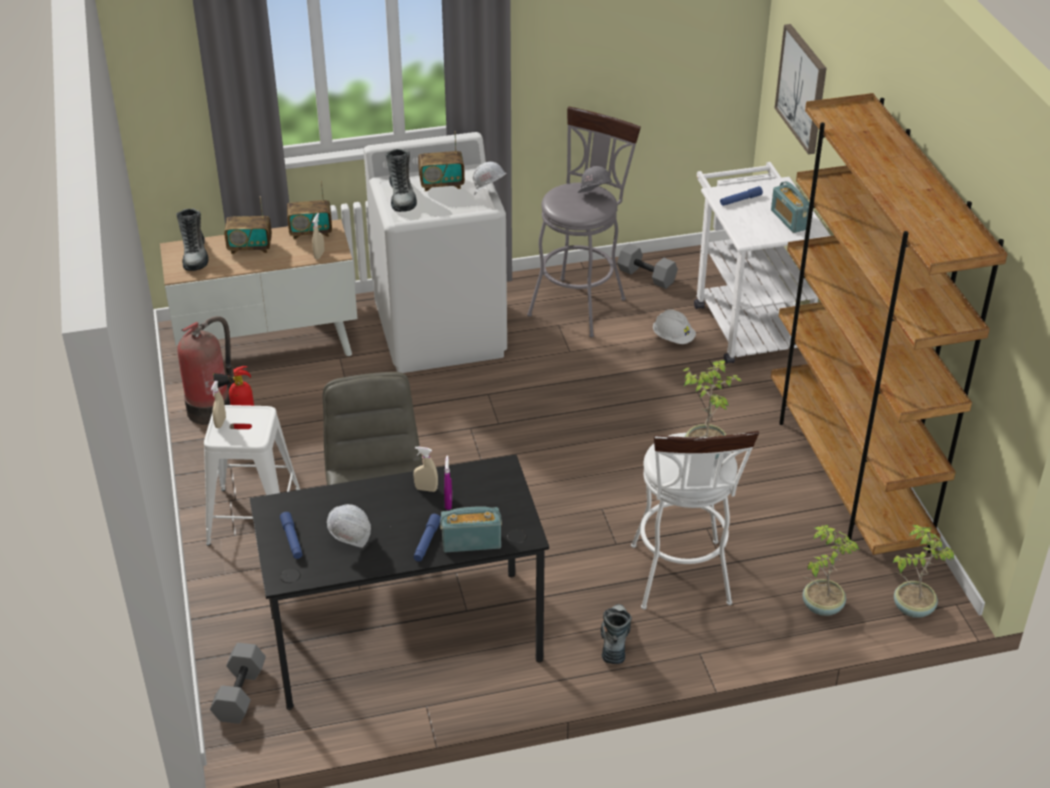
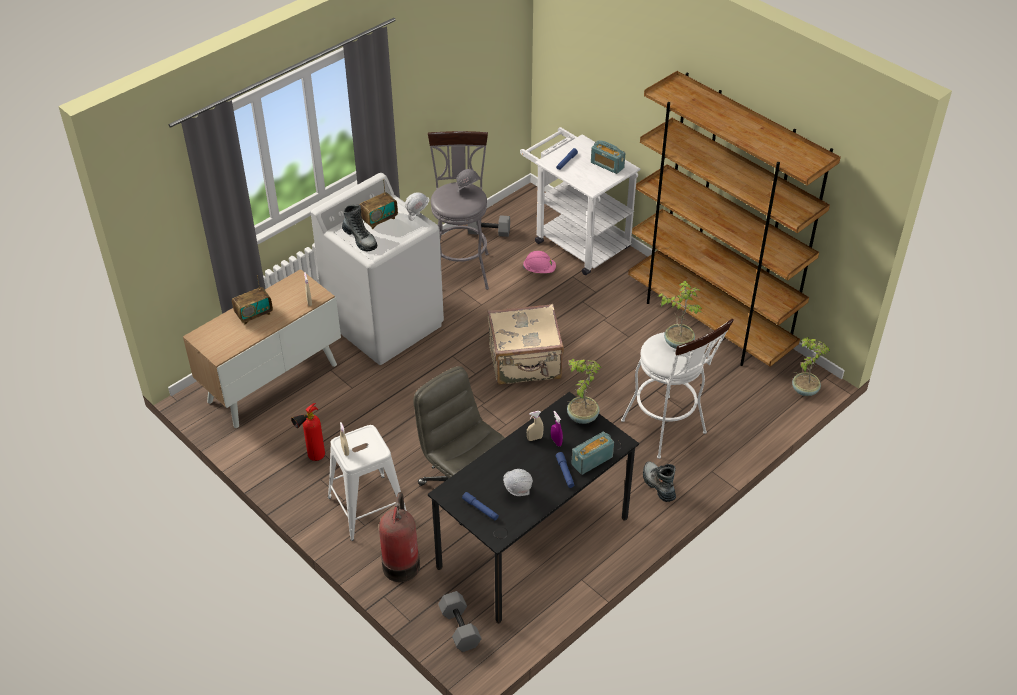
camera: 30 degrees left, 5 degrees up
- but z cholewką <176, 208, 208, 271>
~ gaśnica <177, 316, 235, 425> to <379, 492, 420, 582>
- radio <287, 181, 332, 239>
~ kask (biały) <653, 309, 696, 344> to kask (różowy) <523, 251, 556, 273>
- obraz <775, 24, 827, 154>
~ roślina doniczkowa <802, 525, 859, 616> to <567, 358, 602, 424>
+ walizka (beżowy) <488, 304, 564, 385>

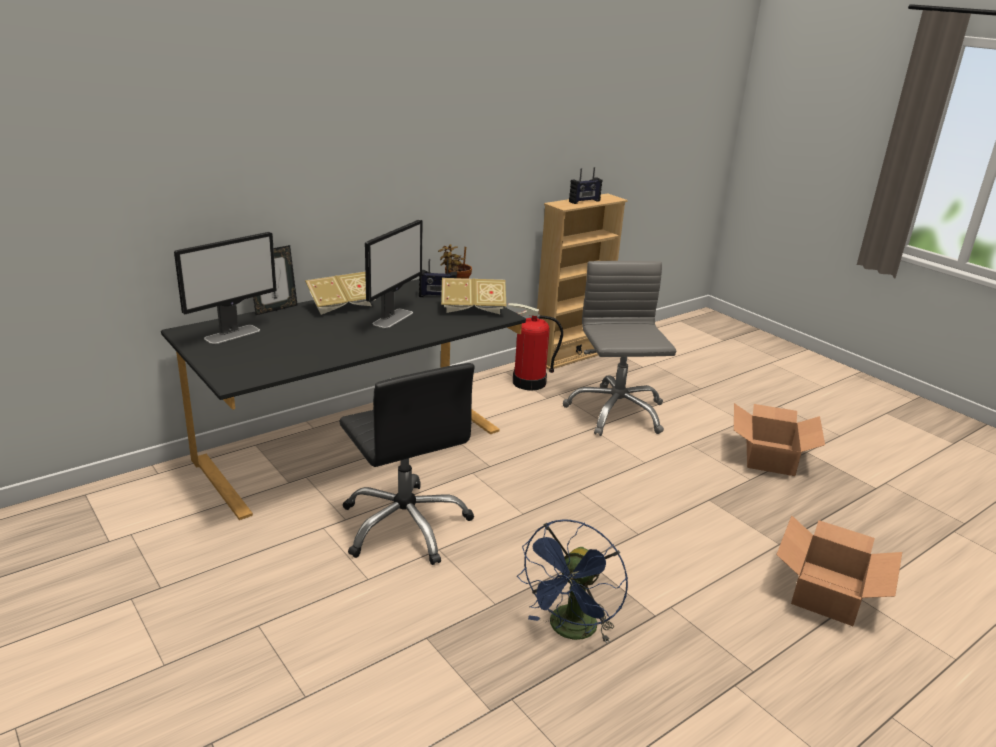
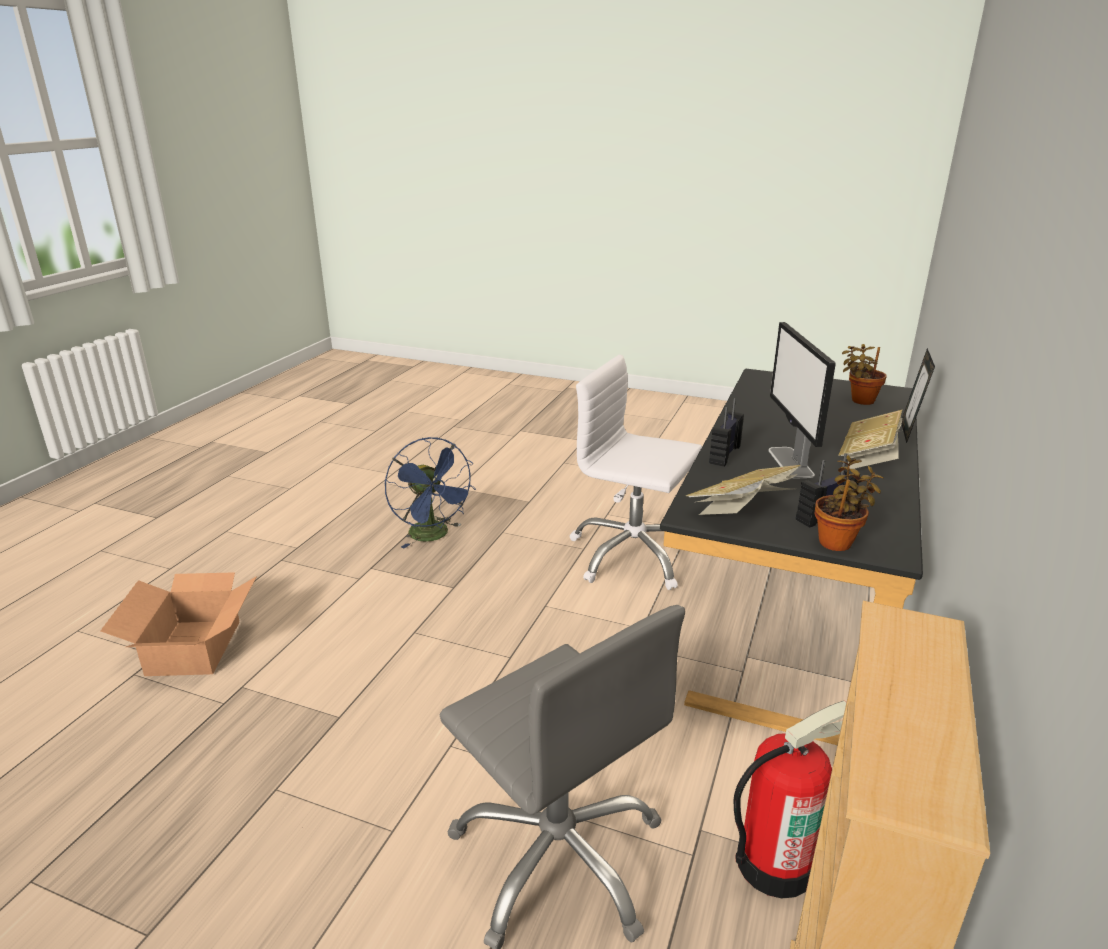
camera: 150 degrees right, 0 degrees up
~ monitor <174, 232, 277, 344> to roślina doniczkowa <842, 344, 887, 405>
~ krzesło biurowe (czarny) <339, 363, 475, 565> to krzesło biurowe (biały) <570, 354, 702, 590>
~ wentylator (niebieski) <517, 519, 628, 644> = <385, 437, 476, 548> 150 degrees clockwise
~ radio <569, 167, 602, 204> to <709, 398, 744, 467>
- karton <734, 403, 825, 476>

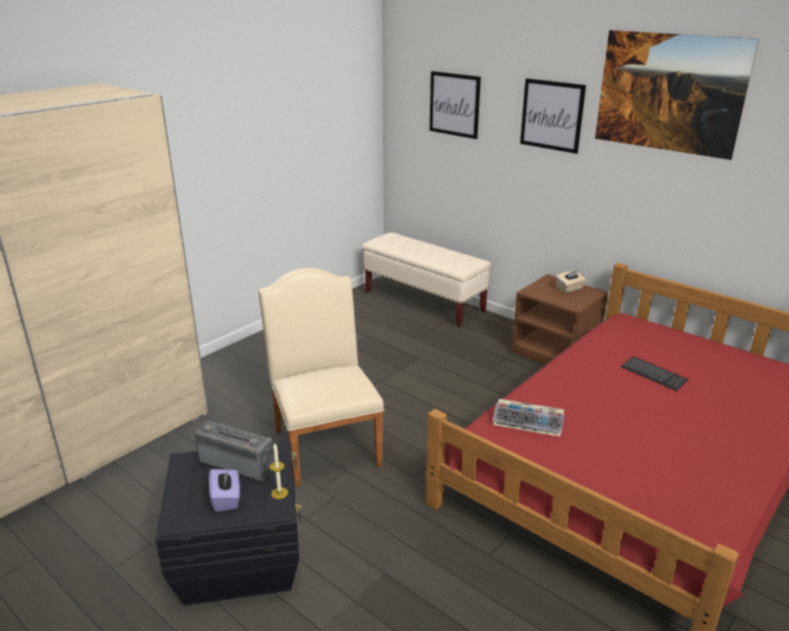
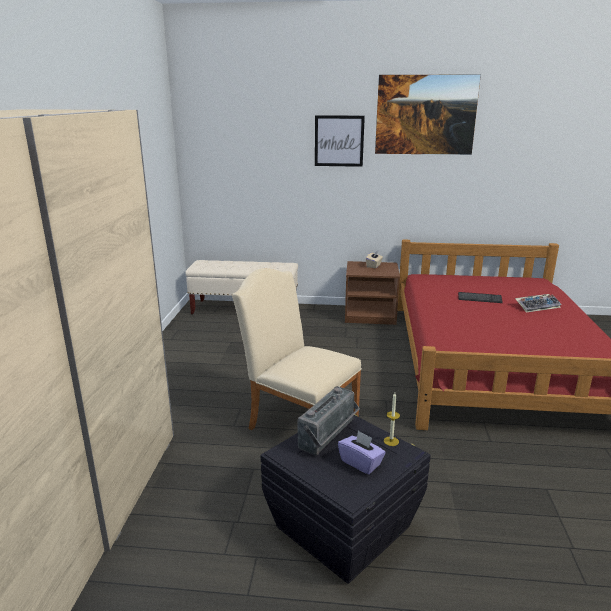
camera: 35 degrees left, 5 degrees down
~ radio <195, 421, 279, 482> = <298, 386, 360, 455> 135 degrees clockwise
- obraz <430, 71, 481, 139>
~ klawiatura <492, 399, 564, 436> to <515, 294, 562, 313>

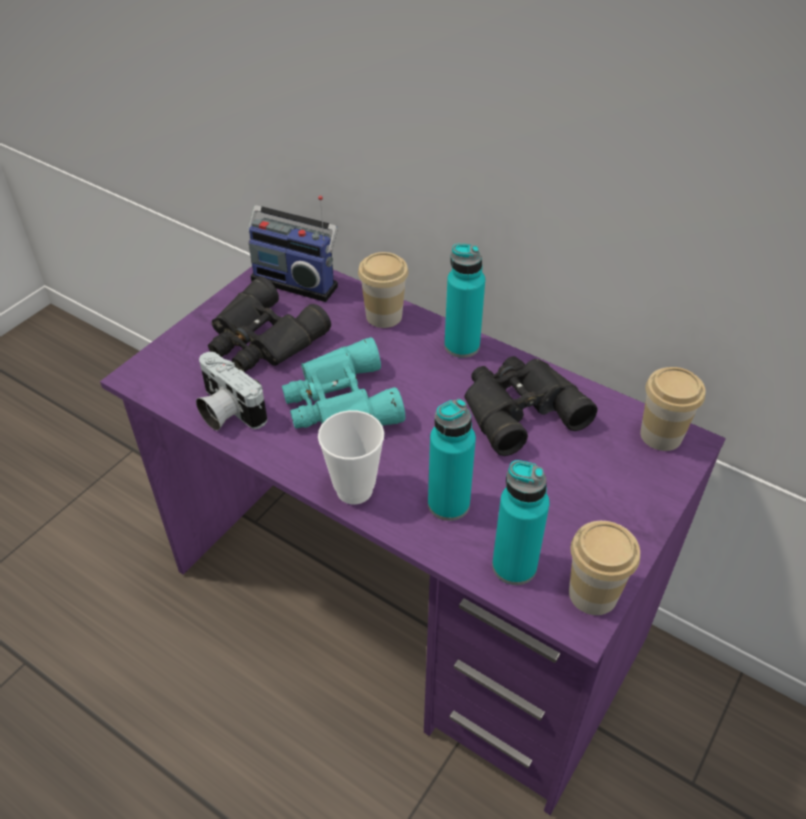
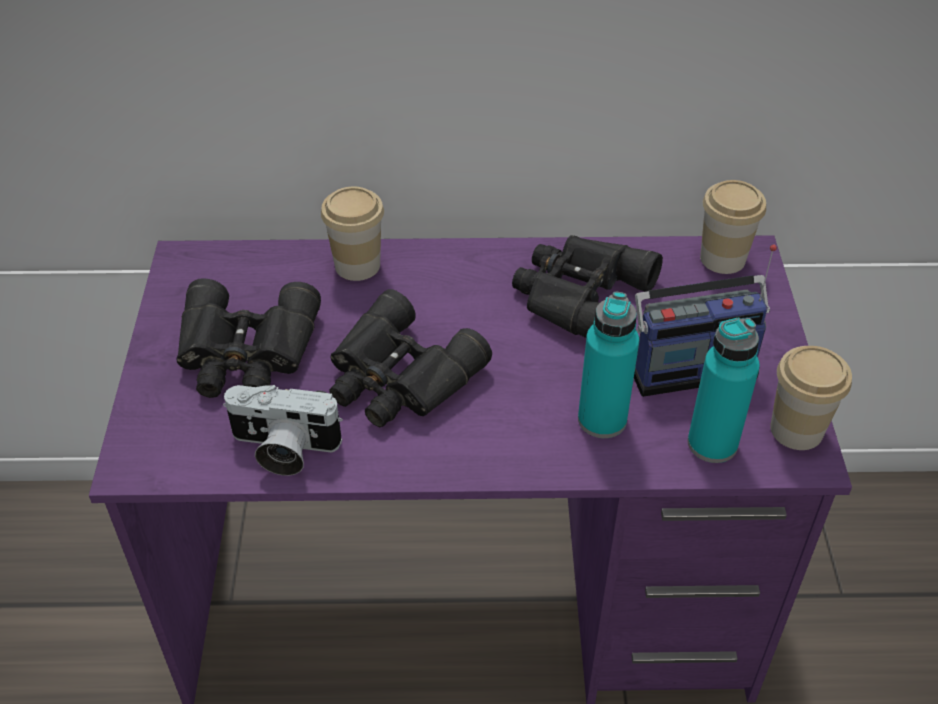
camera: 35 degrees left, 0 degrees up
~ radio <247, 195, 338, 302> to <634, 244, 777, 397>
~ lornetka (turkusowy) <282, 337, 405, 429> to lornetka (czarny) <330, 289, 492, 427>
- filiżanka <318, 410, 384, 505>
- butelka (turkusowy) <444, 244, 485, 358>

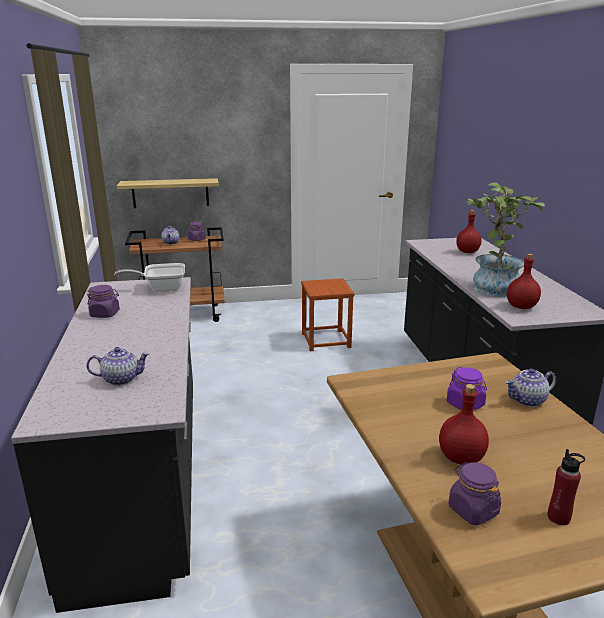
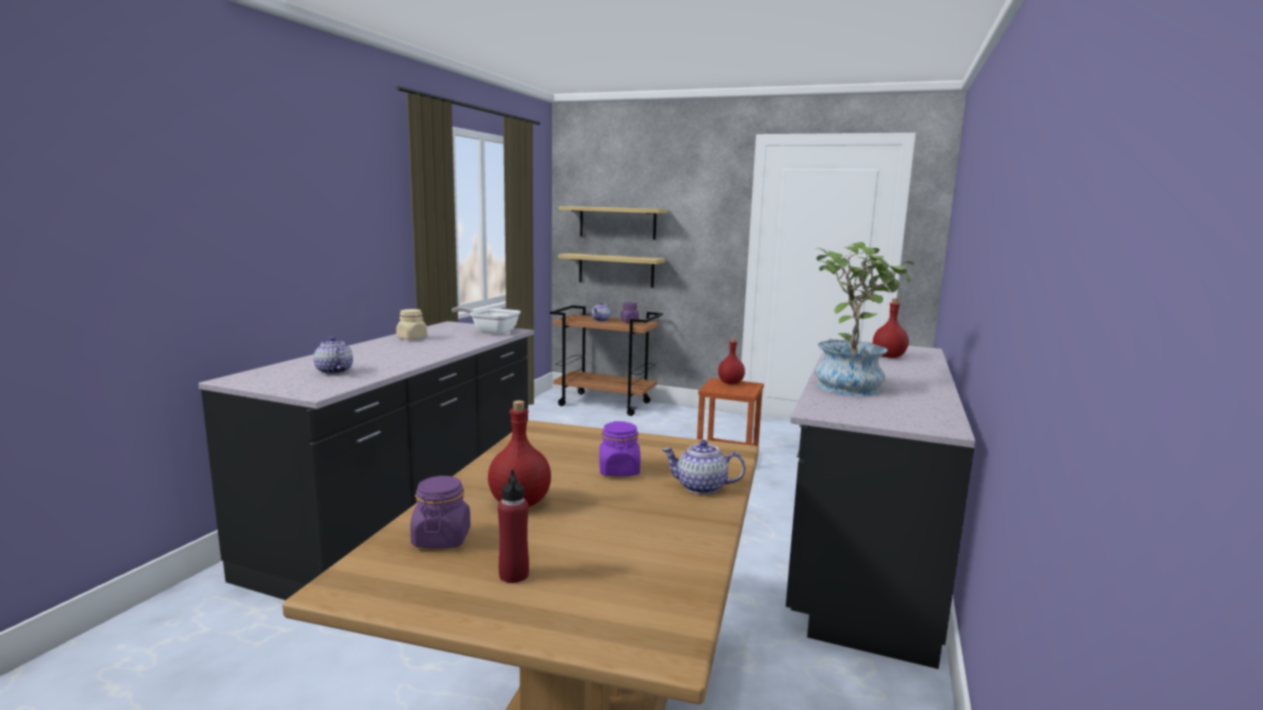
camera: 30 degrees right, 10 degrees down
~ słoik (fioletowy) <87, 285, 120, 318> to słoik (beżowy) <396, 309, 427, 340>
~ imbryk <87, 347, 150, 386> = <314, 337, 353, 374> 150 degrees counterclockwise
~ butelka (czerwony) <507, 254, 541, 309> to <718, 338, 745, 384>
+ półka <559, 206, 668, 240>

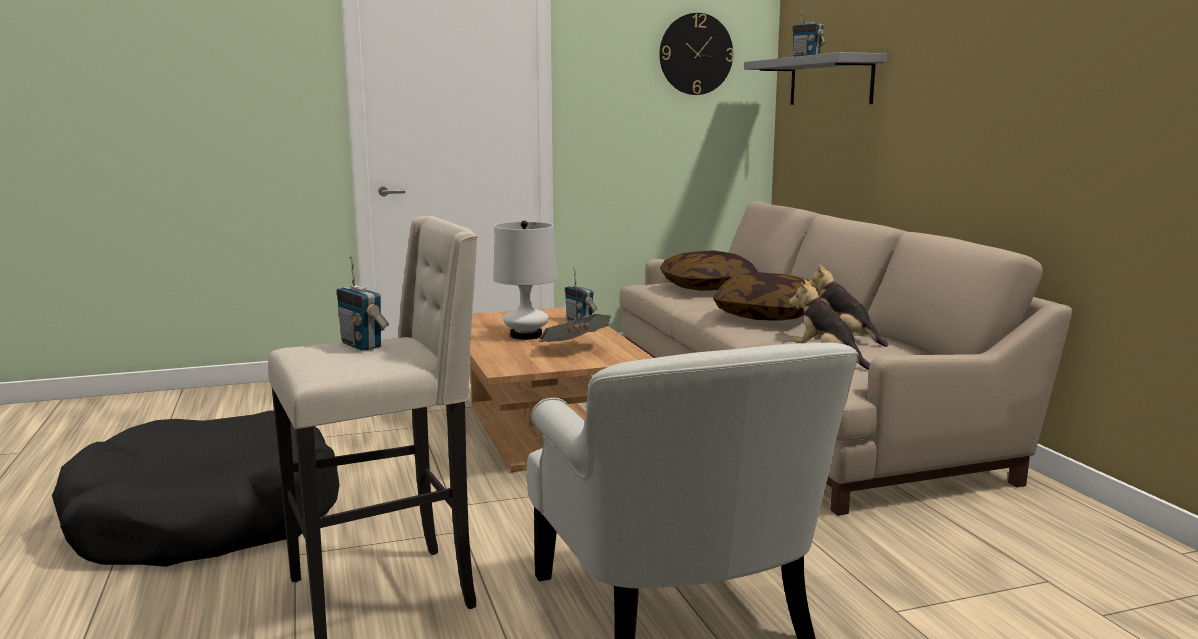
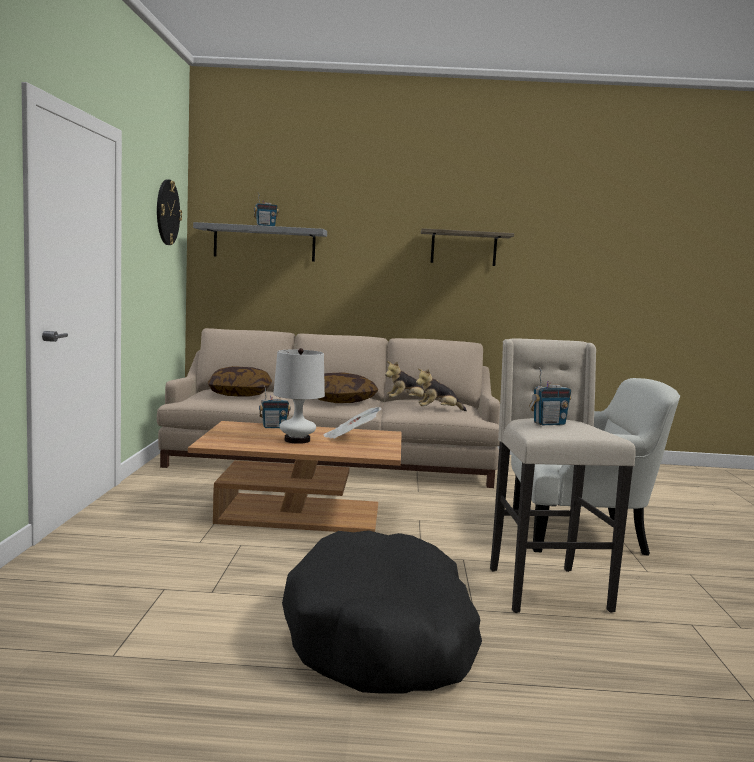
camera: 70 degrees left, 5 degrees down
+ półka <421, 228, 514, 266>

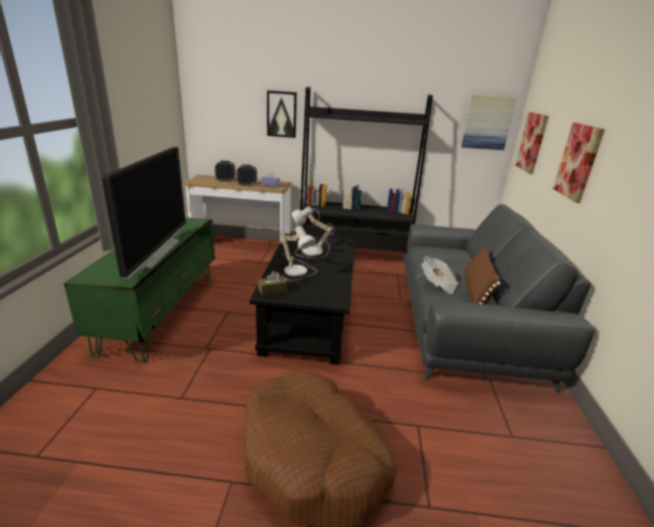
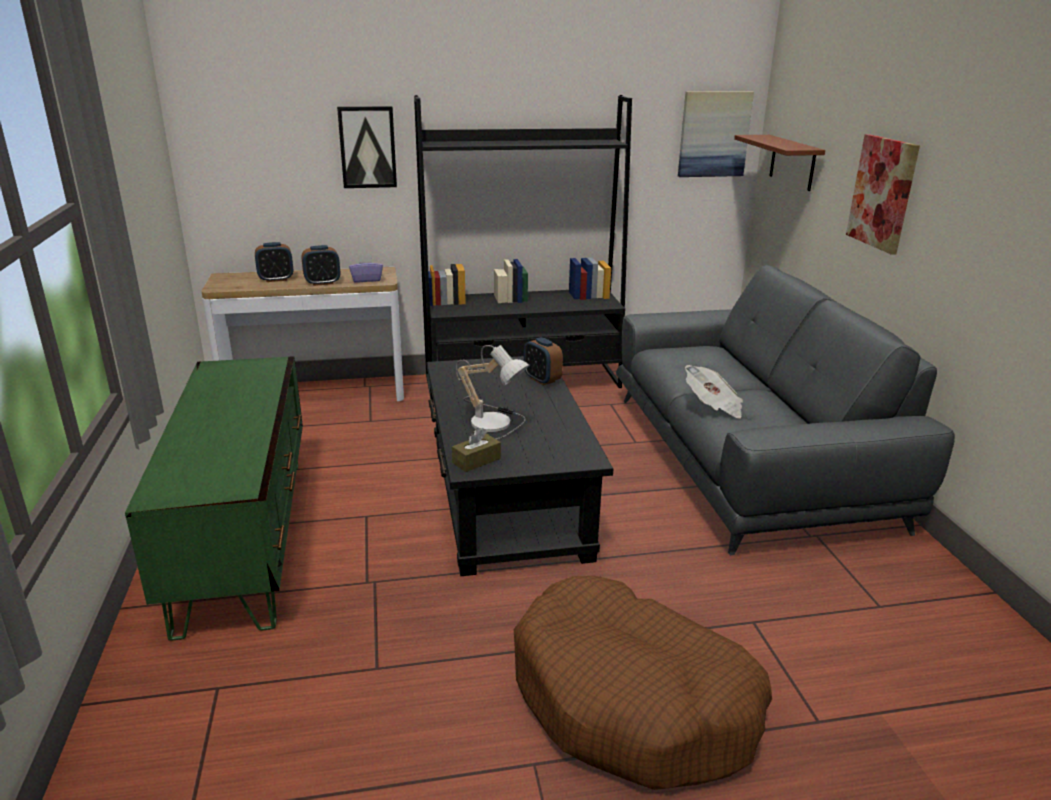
camera: 15 degrees left, 0 degrees up
- telewizor <102, 147, 186, 279>
- lampa stołowa <292, 206, 335, 259>
- poduszka (brązowy) <465, 247, 501, 304>
~ obraz <516, 112, 549, 174> to półka (brązowy) <734, 135, 825, 191>
+ budzik <524, 337, 563, 385>

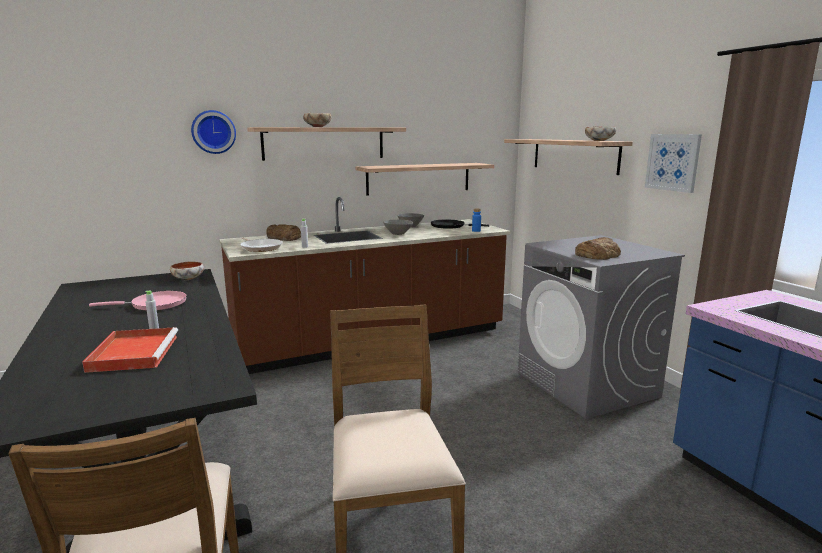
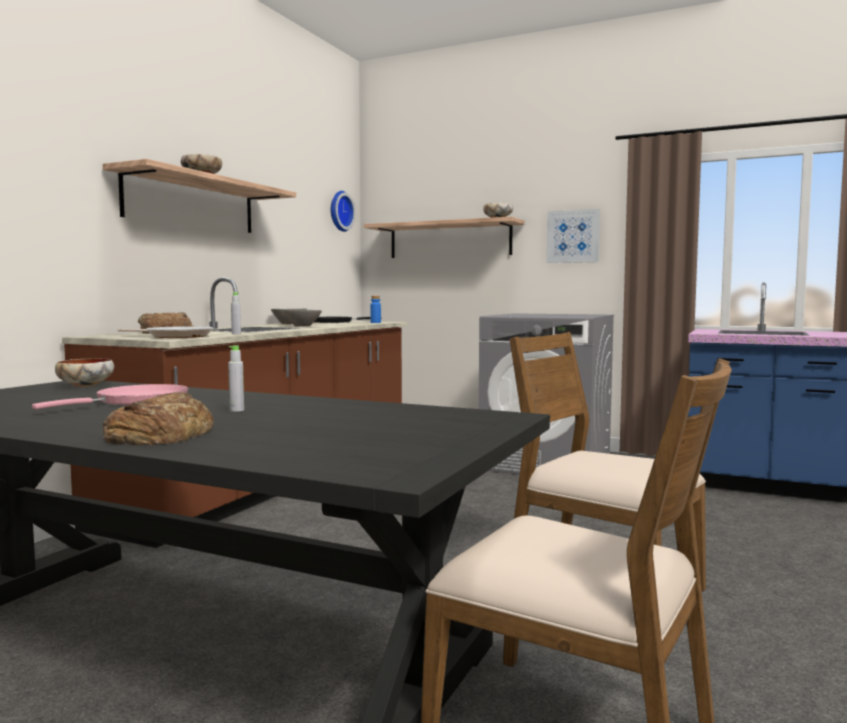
camera: 40 degrees left, 10 degrees down
- taca (czerwony) <82, 327, 178, 373>
~ zegar ścienny <191, 110, 236, 154> to <331, 191, 355, 232>
- półka <355, 163, 494, 196>
~ chleb <575, 237, 621, 260> to <103, 392, 214, 445>

